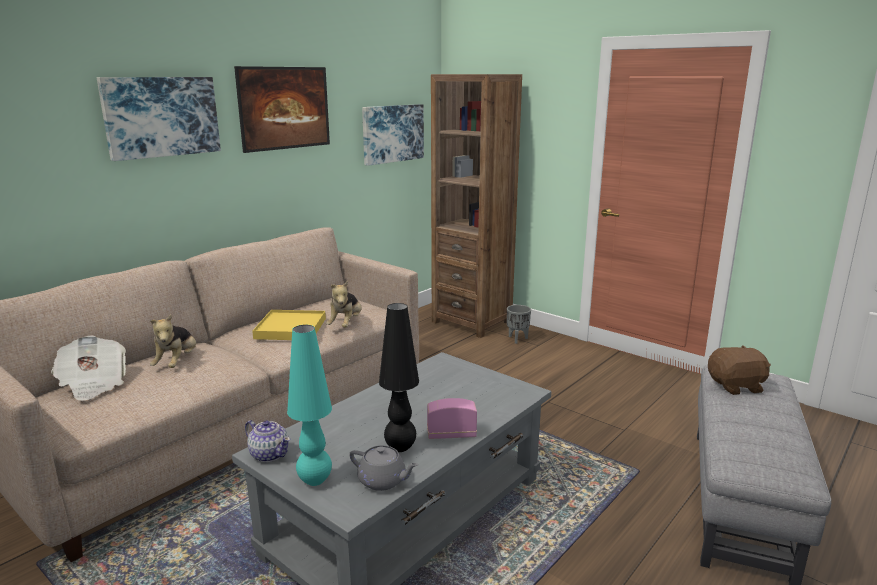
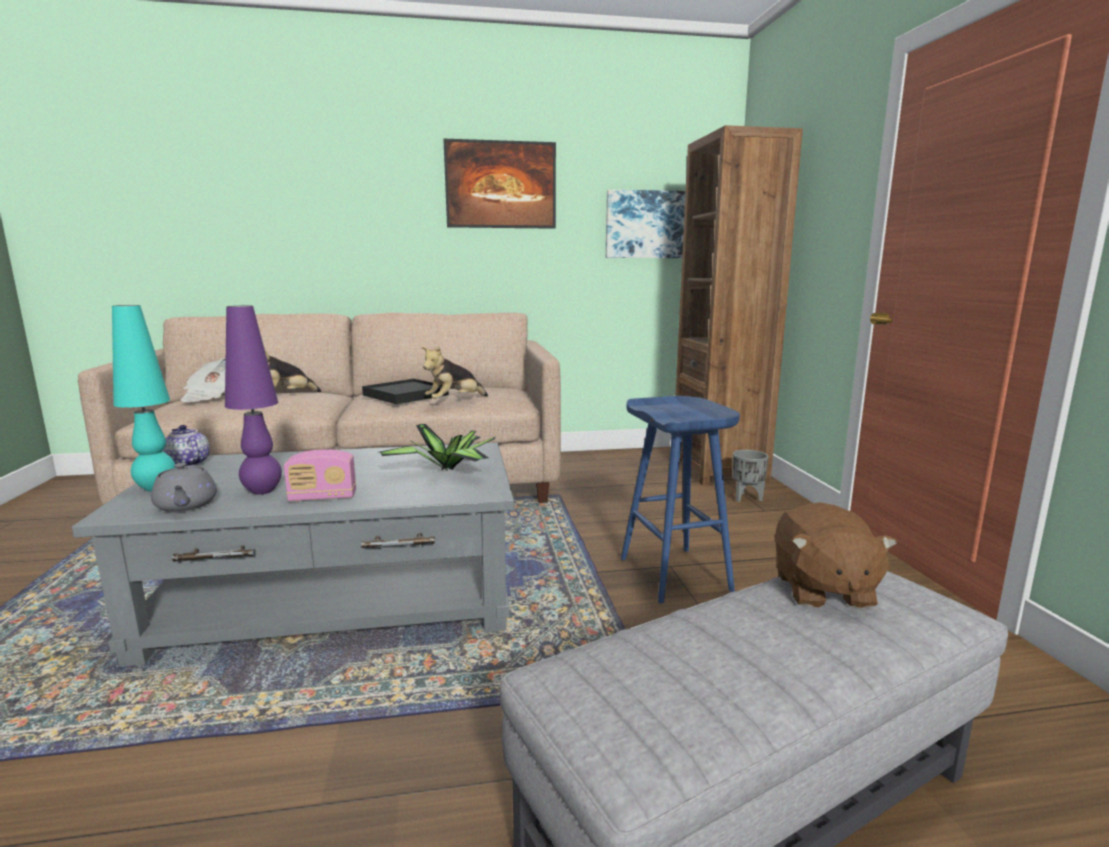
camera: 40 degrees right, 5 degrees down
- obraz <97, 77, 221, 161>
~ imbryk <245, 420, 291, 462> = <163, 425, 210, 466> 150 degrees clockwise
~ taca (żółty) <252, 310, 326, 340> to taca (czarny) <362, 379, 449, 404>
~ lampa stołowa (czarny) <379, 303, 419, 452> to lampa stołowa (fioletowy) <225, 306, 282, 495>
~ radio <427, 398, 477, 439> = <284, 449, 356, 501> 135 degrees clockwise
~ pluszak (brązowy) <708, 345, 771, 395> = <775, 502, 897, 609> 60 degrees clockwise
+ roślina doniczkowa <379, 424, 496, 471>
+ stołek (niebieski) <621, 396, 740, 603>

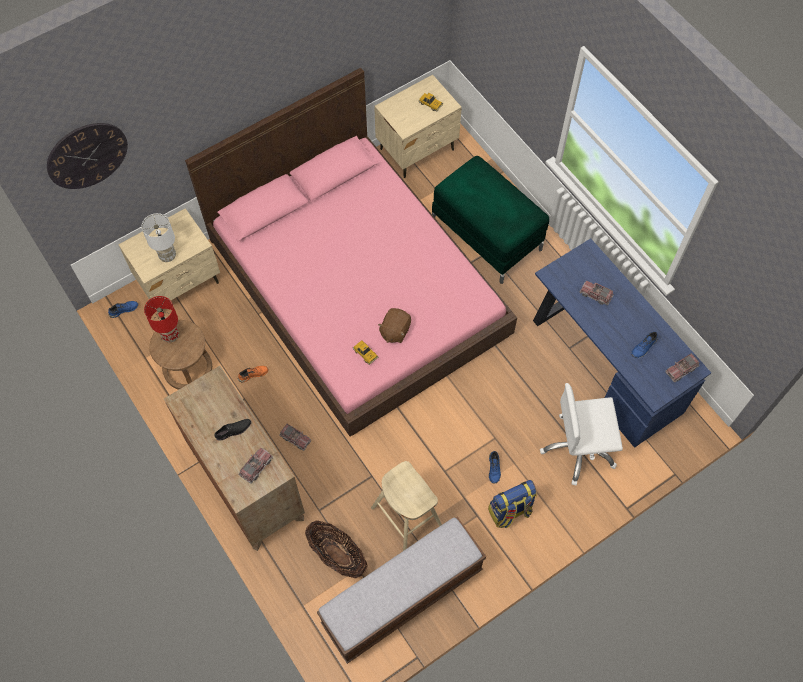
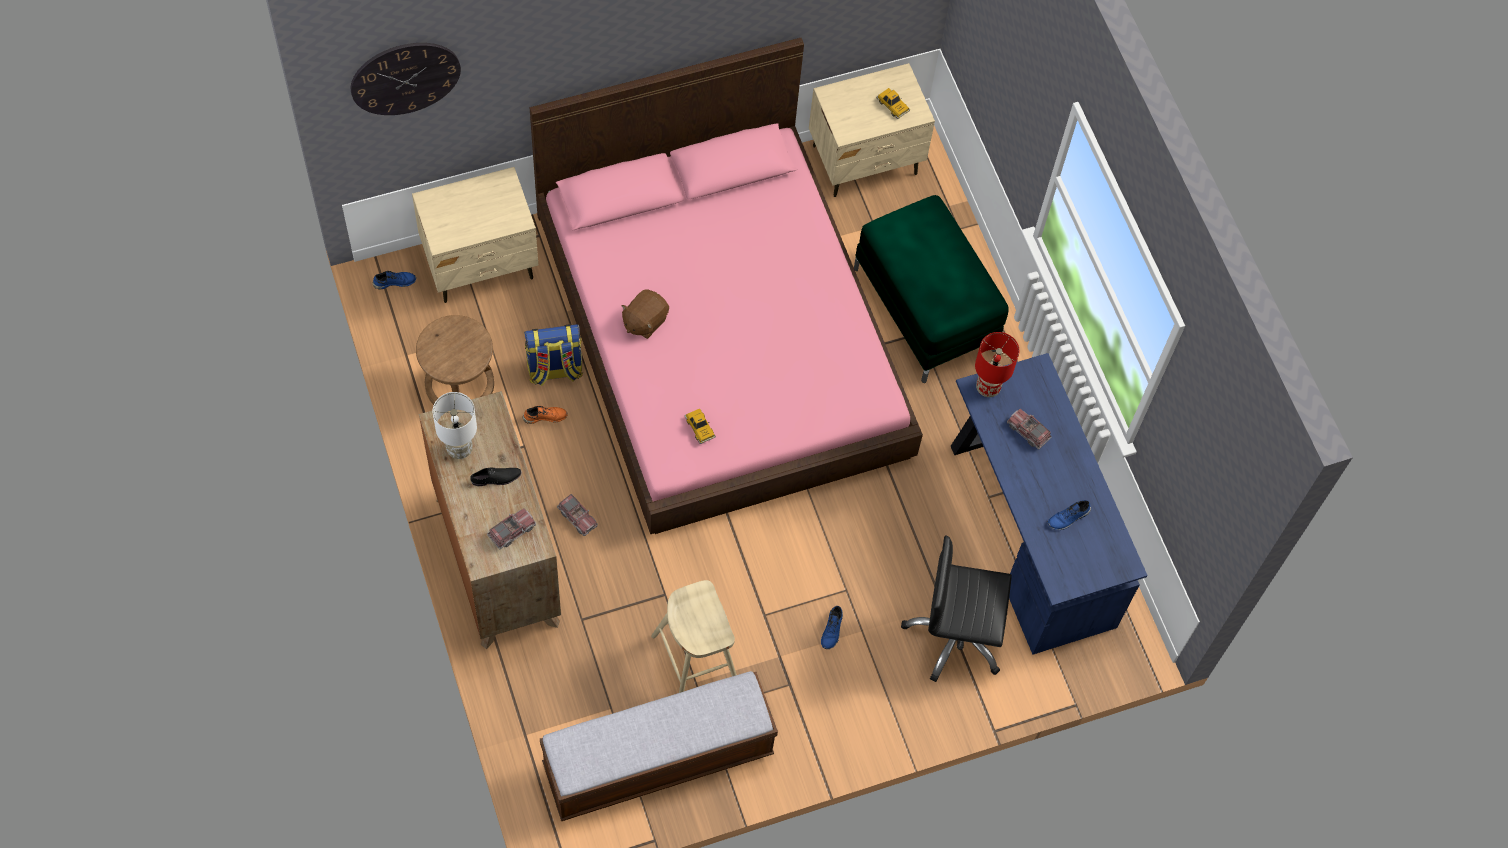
camera: 10 degrees right, 0 degrees up
~ lampa stołowa (biały) <142, 213, 176, 262> to <433, 392, 477, 459>
~ lampa stołowa (czerwony) <144, 296, 179, 343> to <975, 332, 1019, 397>
- koszyk <305, 520, 367, 579>
~ pluszak (brązowy) <378, 308, 411, 343> to <621, 289, 669, 339>
~ plecak <488, 480, 537, 528> to <524, 324, 583, 386>
~ krzesło biurowe (biały) <540, 383, 623, 485> to krzesło biurowe (czarny) <901, 536, 1012, 682>
- ciężarówka zabawkowa <665, 353, 700, 382>

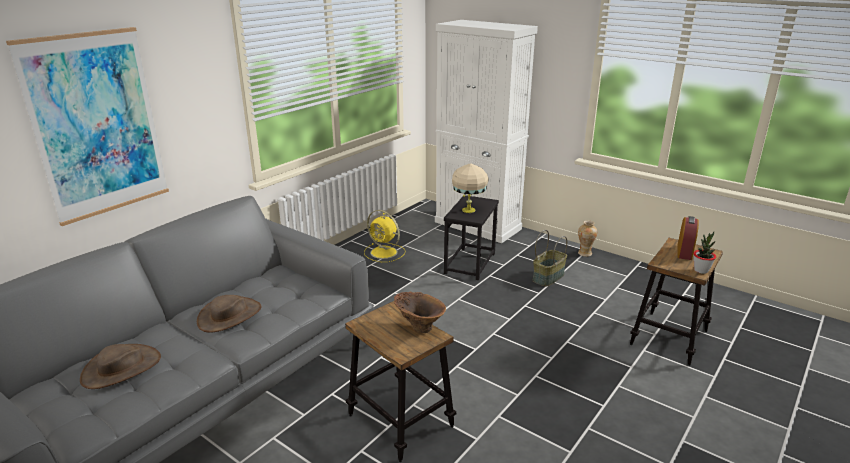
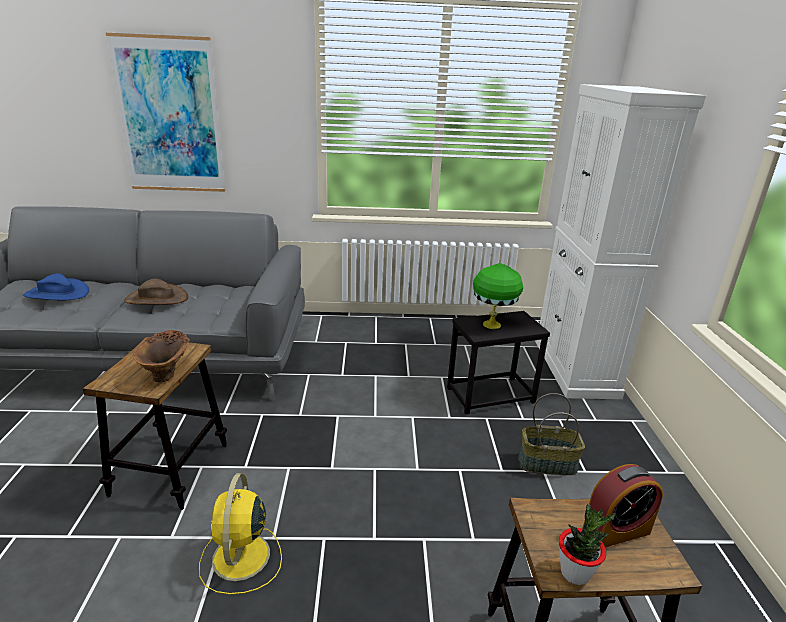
camera: 50 degrees right, 0 degrees up
~ kapelusz (brązowy) <80, 344, 161, 389> to kapelusz (niebieski) <23, 273, 89, 300>
~ wentylator (żółty) <364, 210, 405, 262> to <199, 473, 282, 595>
~ lampa stołowa (beżowy) <452, 163, 489, 213> to lampa stołowa (zielony) <473, 263, 523, 329>
- wazon <578, 220, 597, 257>

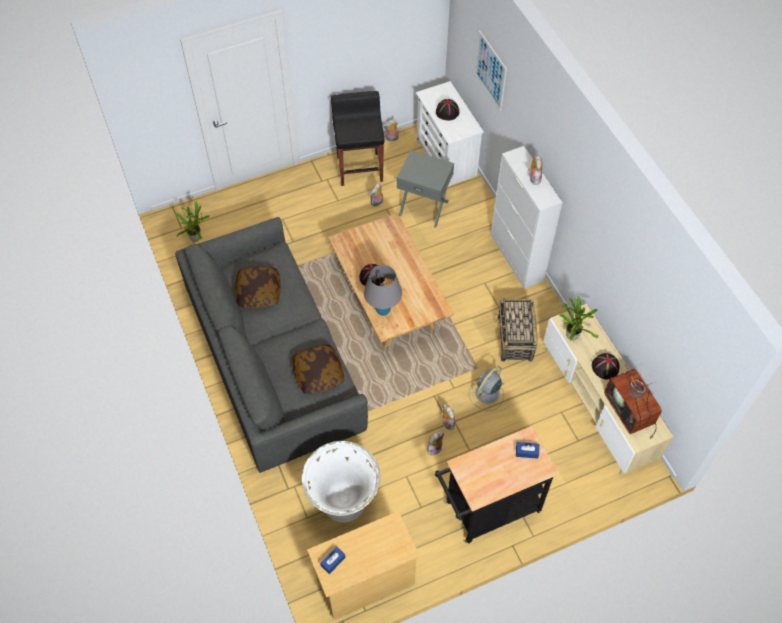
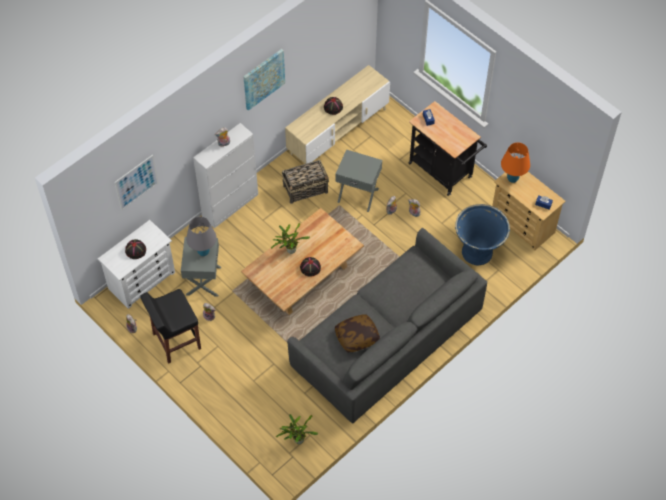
camera: 110 degrees left, 0 degrees up
- poduszka <292, 344, 344, 394>
~ donica (biały) <302, 441, 380, 522> to donica (niebieski) <455, 204, 510, 265>
~ lampa stołowa (szary) <364, 265, 402, 316> to <186, 217, 217, 256>
~ wentylator (szary) <469, 366, 504, 411> to stolik (szary) <335, 149, 382, 212>
~ roślina doniczkowa <559, 296, 598, 341> to <271, 223, 310, 254>
- telewizor <604, 364, 662, 439>
+ obraz <243, 49, 285, 111>
+ lampa stołowa (pomarańczowy) <501, 142, 530, 183>

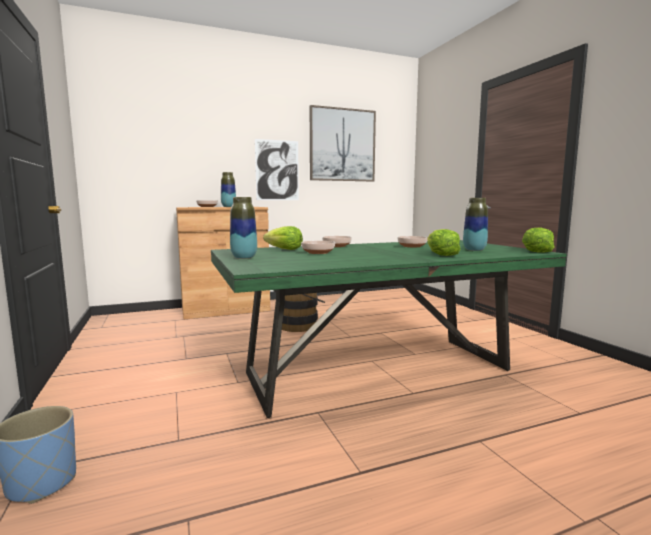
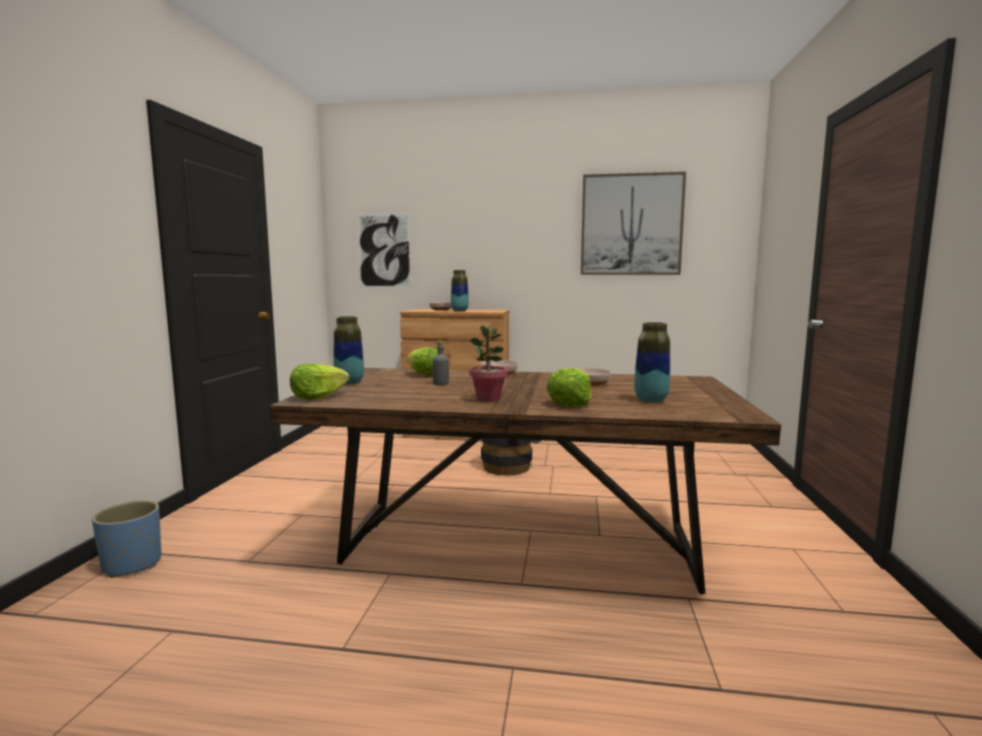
camera: 30 degrees right, 0 degrees up
~ stół jadalny (zielony) <211, 240, 567, 418> to stół jadalny (brązowy) <269, 368, 781, 595>
~ obraz <255, 139, 299, 200> to <357, 213, 411, 287>
~ miska <301, 241, 335, 254> to butelka (szary) <433, 341, 449, 385>
~ sałata <522, 228, 554, 253> to <290, 364, 349, 400>
+ roślina doniczkowa <469, 326, 508, 402>

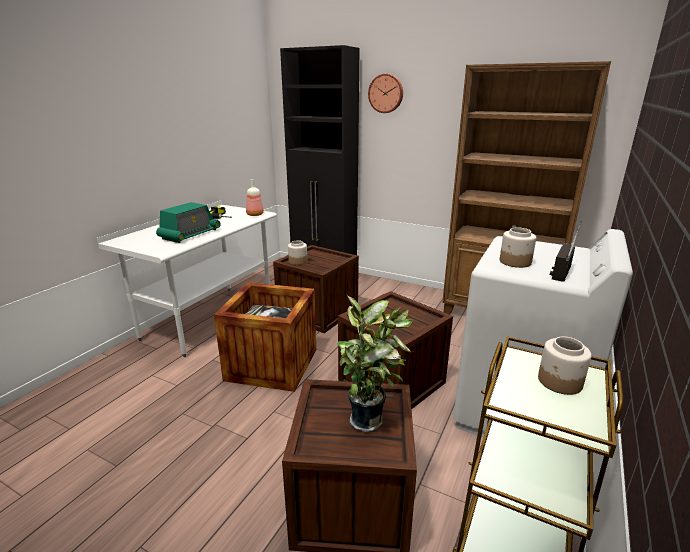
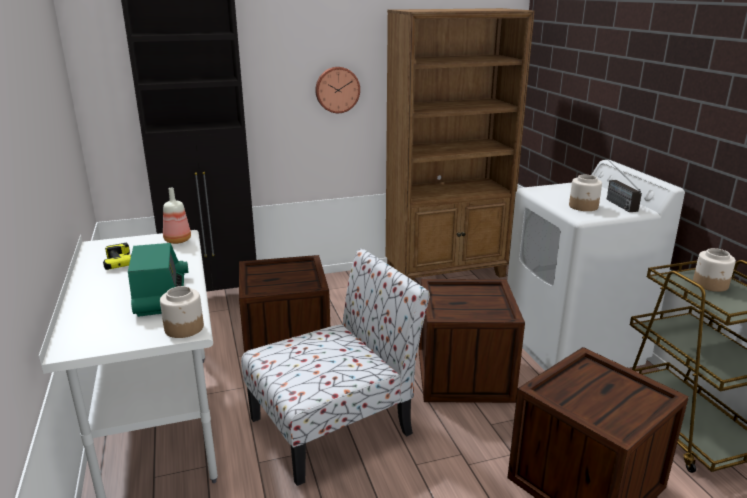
camera: 45 degrees left, 0 degrees up
~ skrzynka <214, 282, 316, 392> to krzesło <241, 249, 430, 486>
~ słoik <288, 240, 307, 265> to <160, 286, 204, 338>
- roślina doniczkowa <337, 295, 414, 432>
~ zegar ścienny <368, 74, 403, 113> to <315, 67, 360, 113>

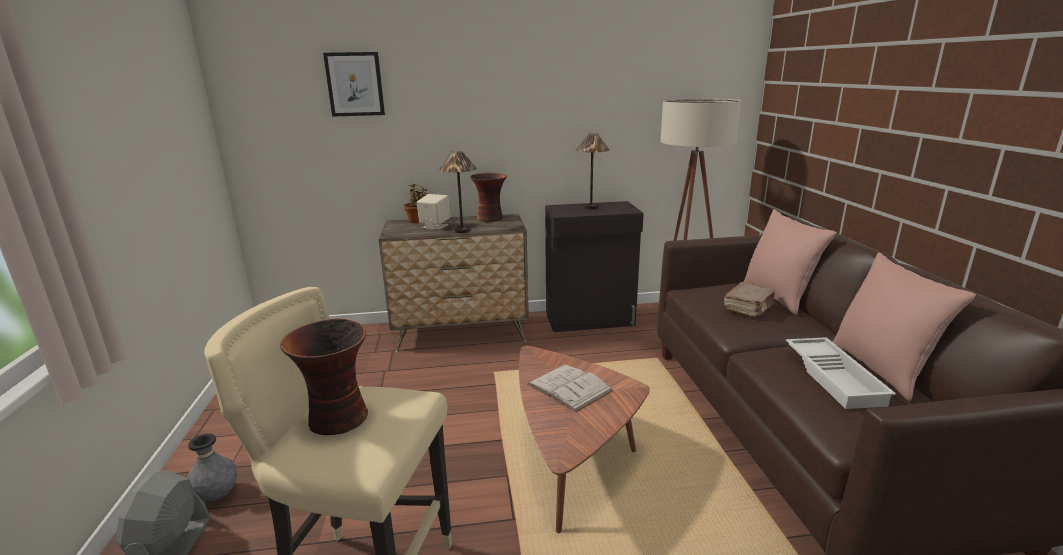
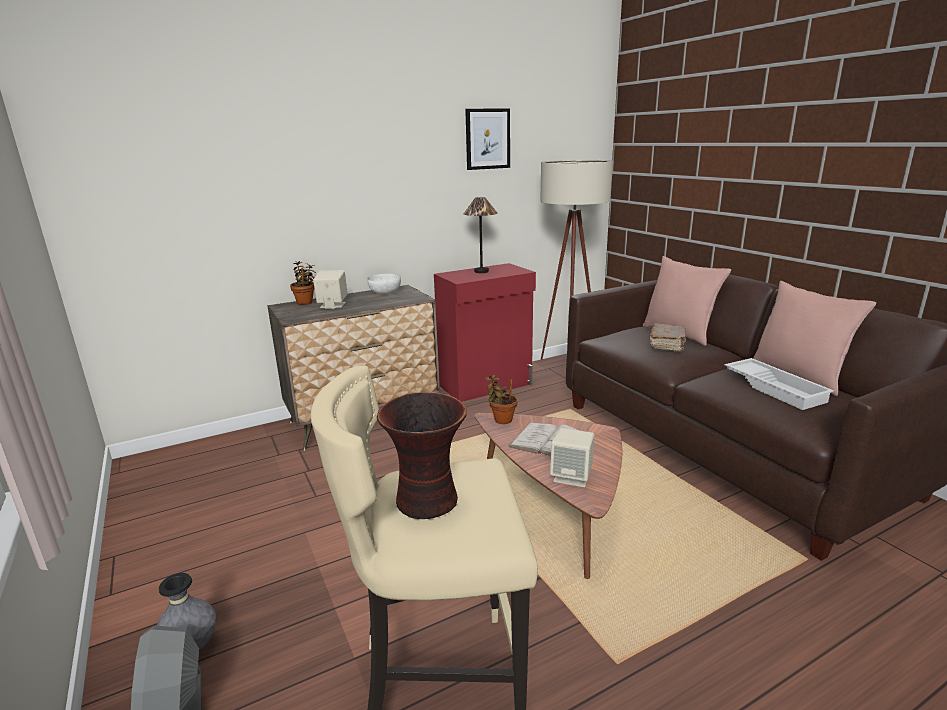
camera: 20 degrees left, 0 degrees up
~ obraz <323, 52, 385, 117> to <465, 109, 510, 170>
- lampa stołowa <439, 151, 477, 233>
~ wazon <470, 173, 507, 222> to miska (biały) <367, 274, 401, 294>
~ szafka (czarny) <545, 201, 644, 332> to szafka (czerwony) <434, 263, 536, 402>
+ roślina doniczkowa <485, 375, 518, 424>
+ głośnik (beżowy) <550, 428, 594, 487>

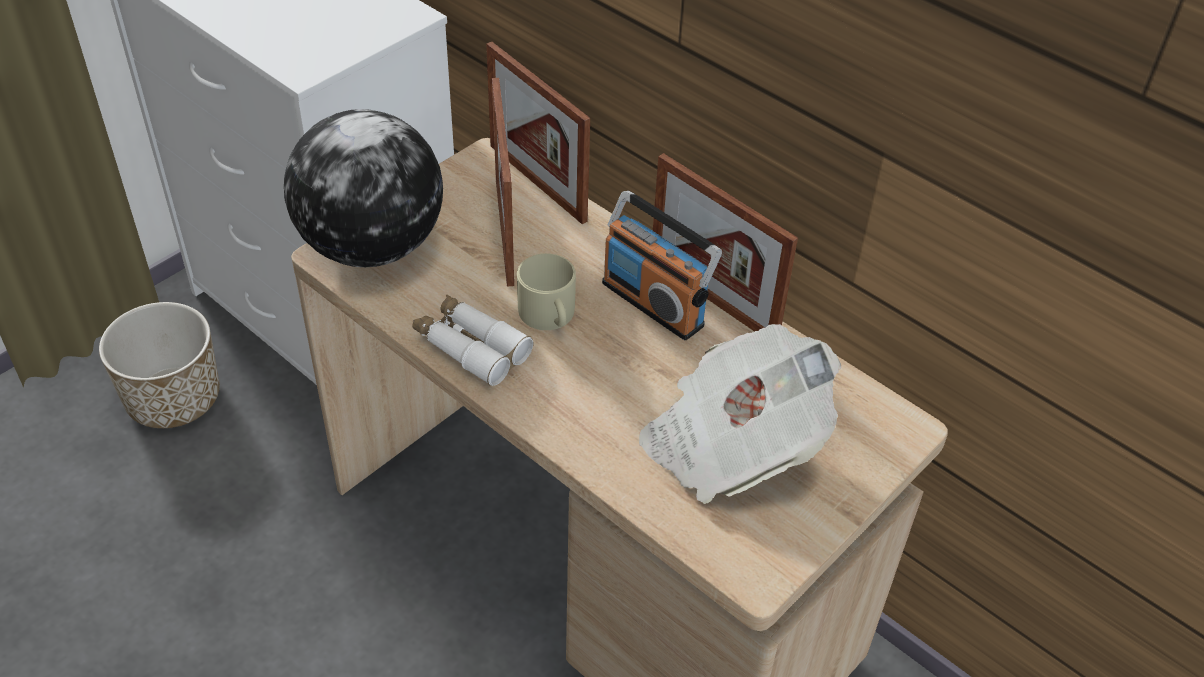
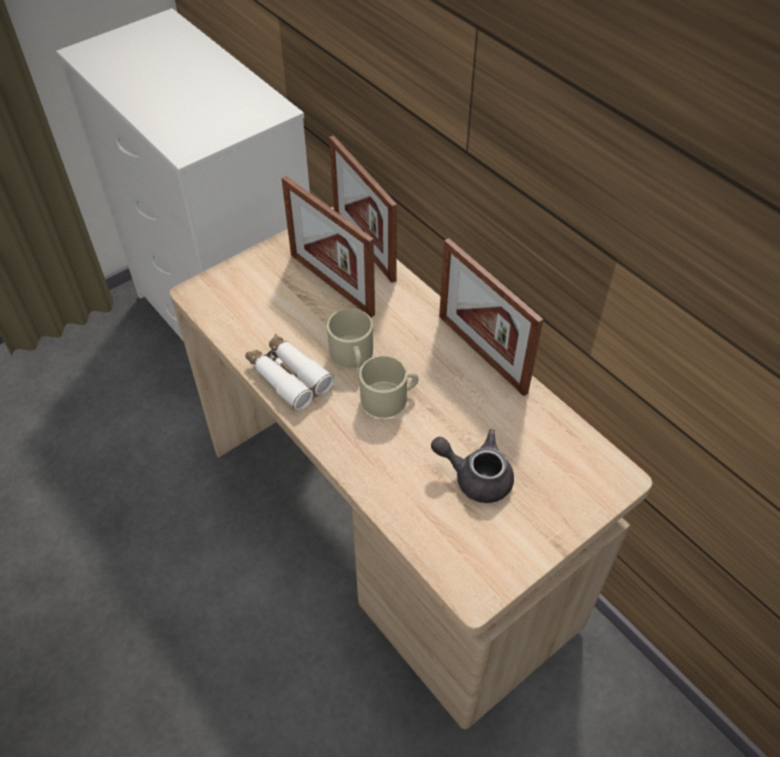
camera: 10 degrees right, 5 degrees up
- donica <99, 302, 220, 428>
- globus <284, 109, 443, 267>
~ ramka na zdjęcie <492, 78, 514, 286> = <282, 176, 375, 318> 45 degrees counterclockwise
- radio <602, 191, 722, 340>
~ gazeta <639, 324, 841, 504> to imbryk (szary) <431, 430, 514, 503>
+ kubek (beżowy) <359, 355, 419, 418>

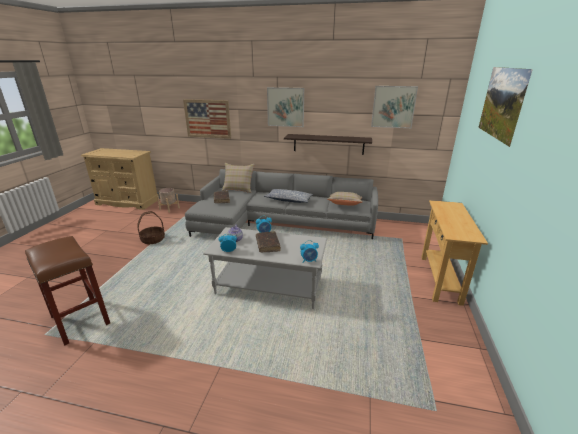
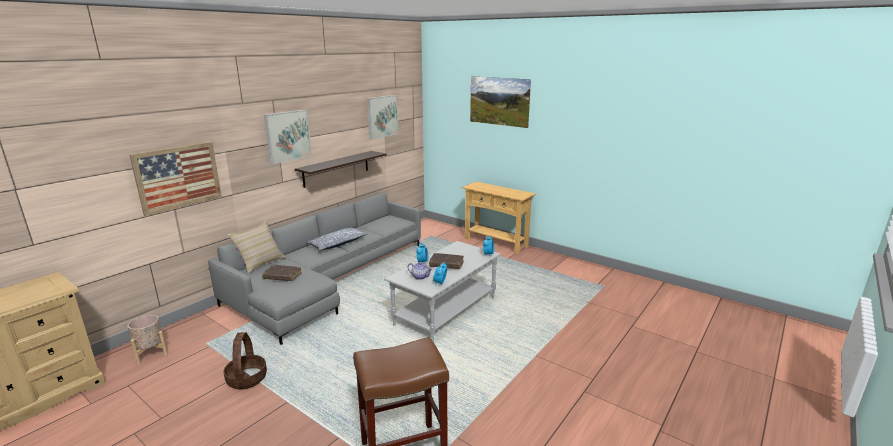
camera: 65 degrees left, 5 degrees down
- poduszka (beżowy) <328, 192, 363, 206>

